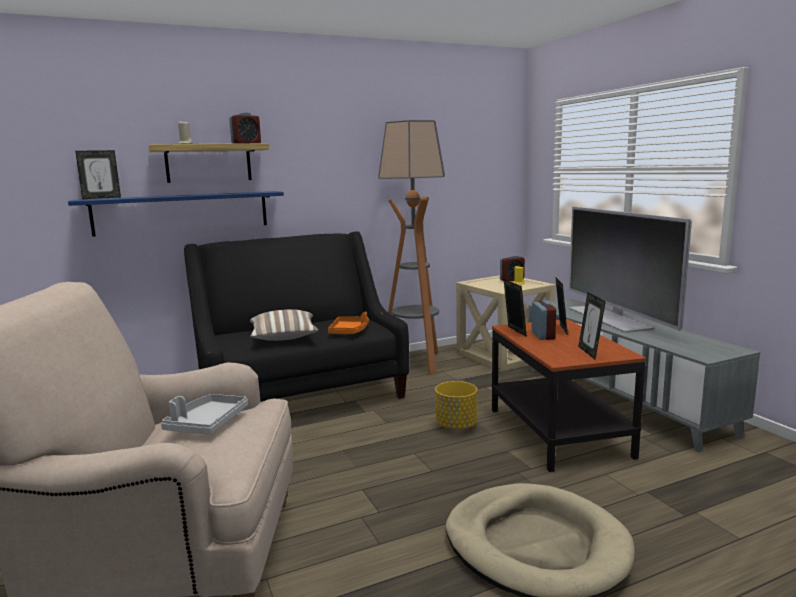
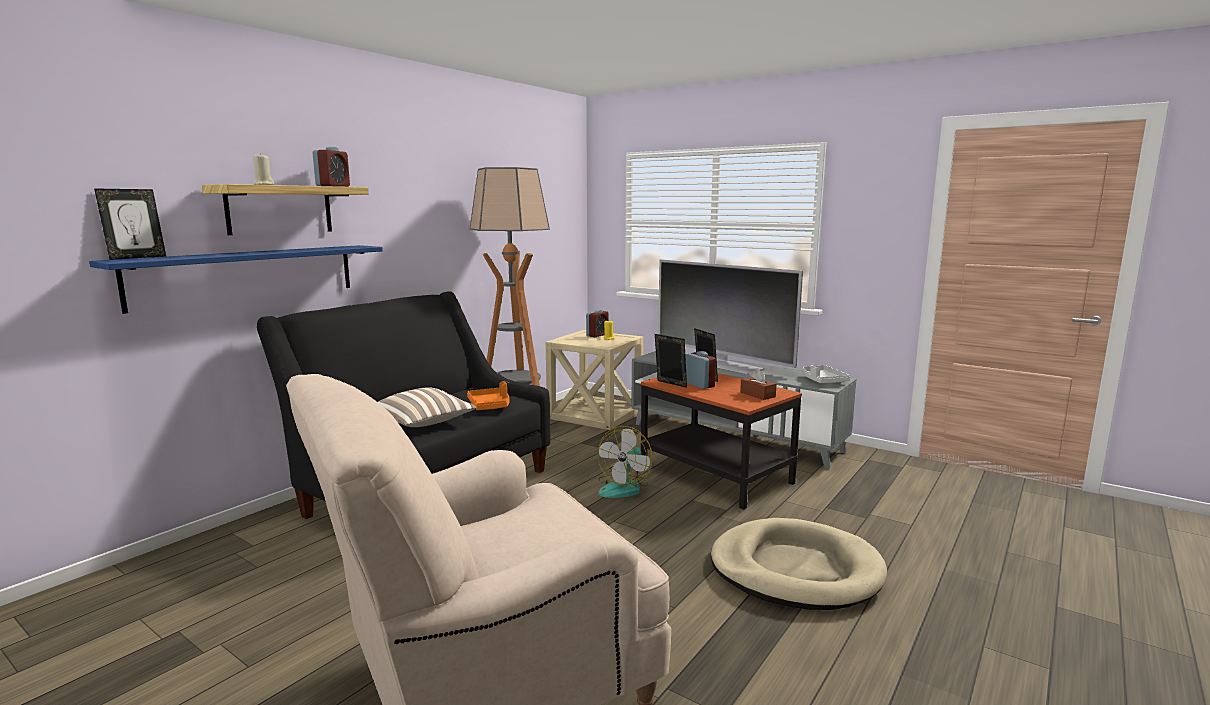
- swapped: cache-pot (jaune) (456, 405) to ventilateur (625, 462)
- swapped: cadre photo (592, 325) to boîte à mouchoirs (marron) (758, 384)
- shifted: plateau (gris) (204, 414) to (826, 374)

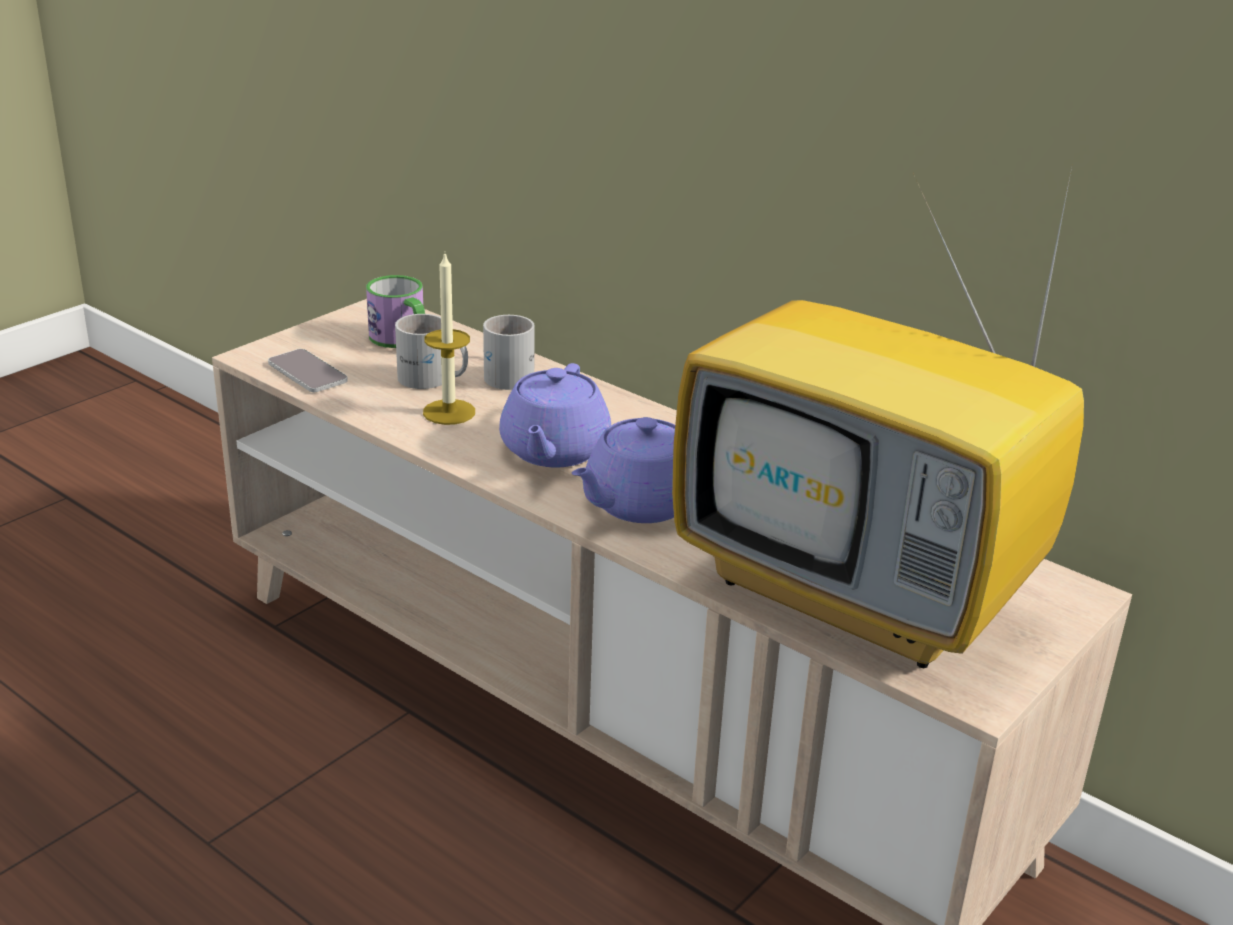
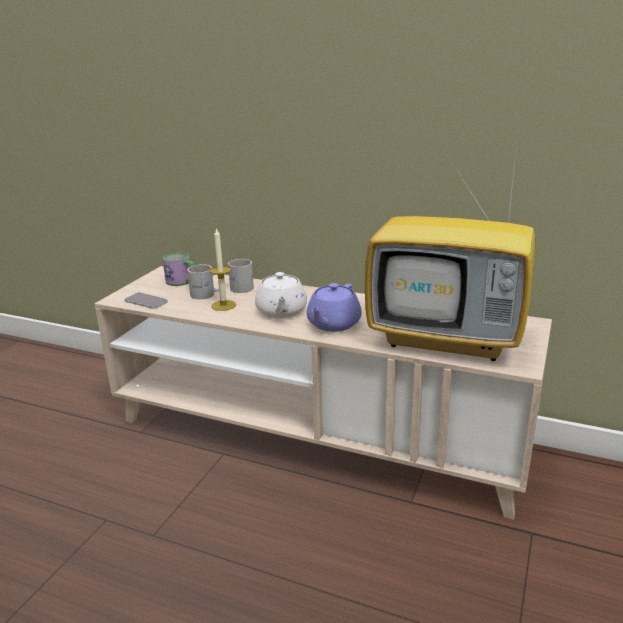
- repainted: théière (violet) (555, 415) to théière (blanc) (281, 295)

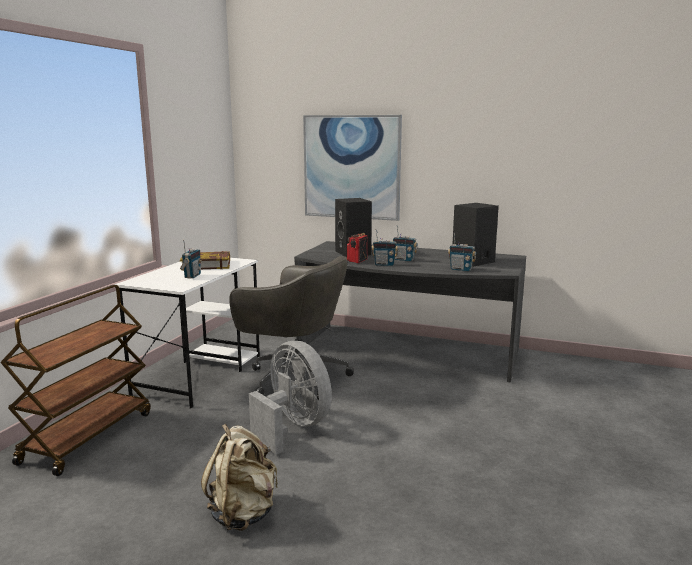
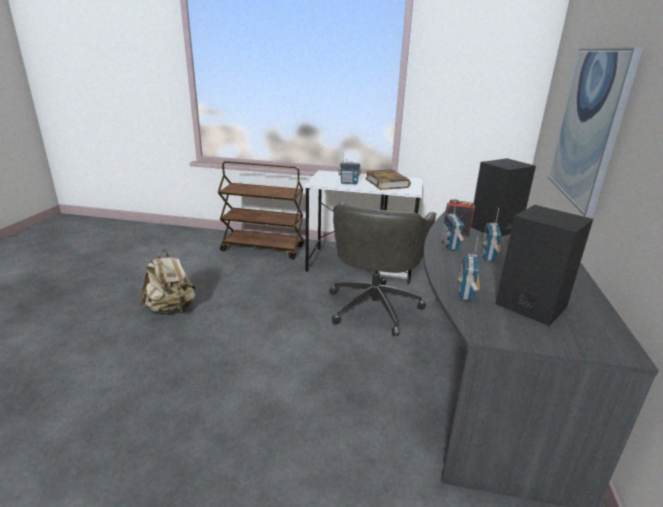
- gone: ventilateur (gris) (290, 398)

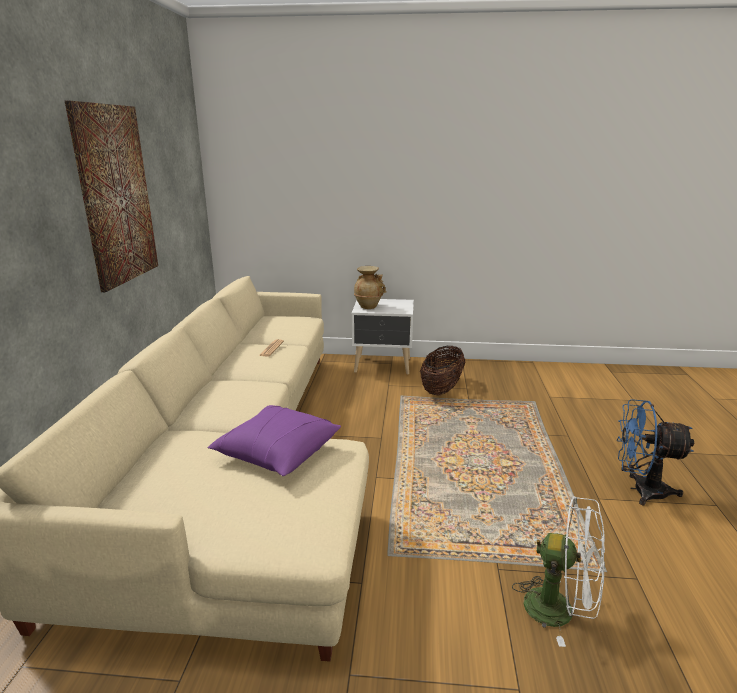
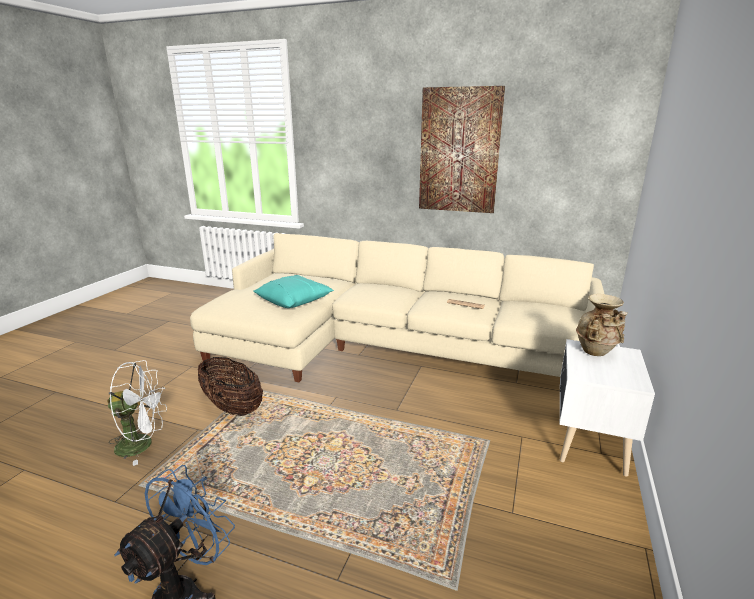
- rotated: ventilateur (blanc) (558, 571) = (137, 413) 135 degrees counterclockwise
- shifted: panier (442, 370) to (230, 386)
- repainted: coussin (violet) (274, 440) to coussin (turquoise) (293, 291)

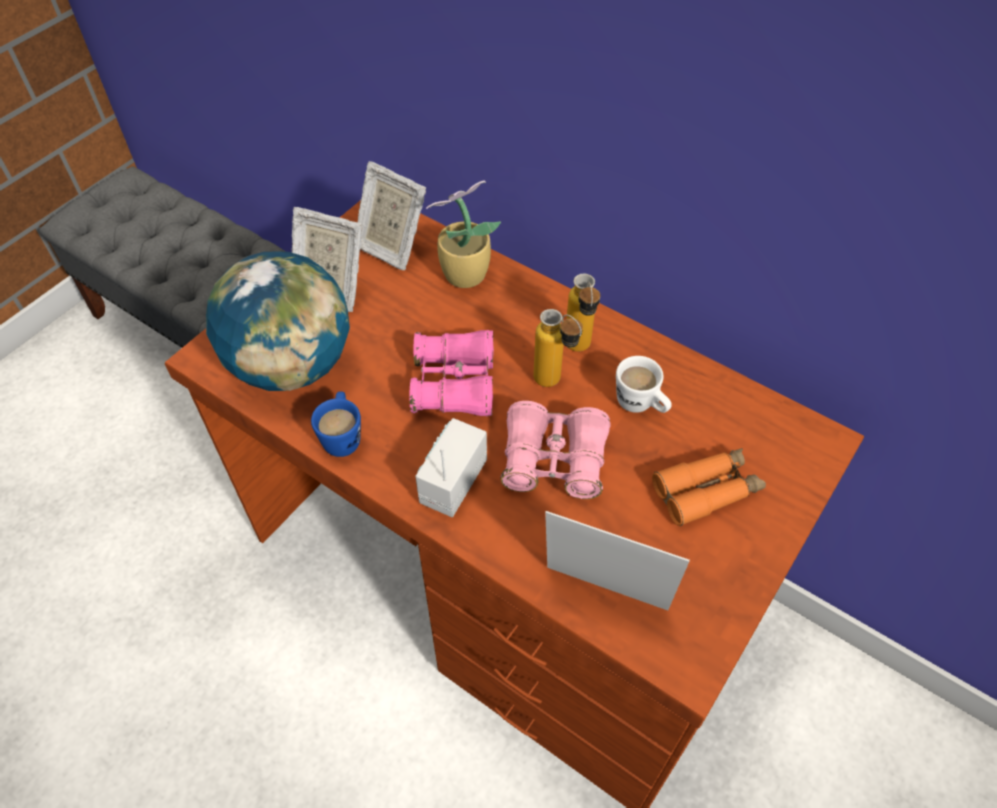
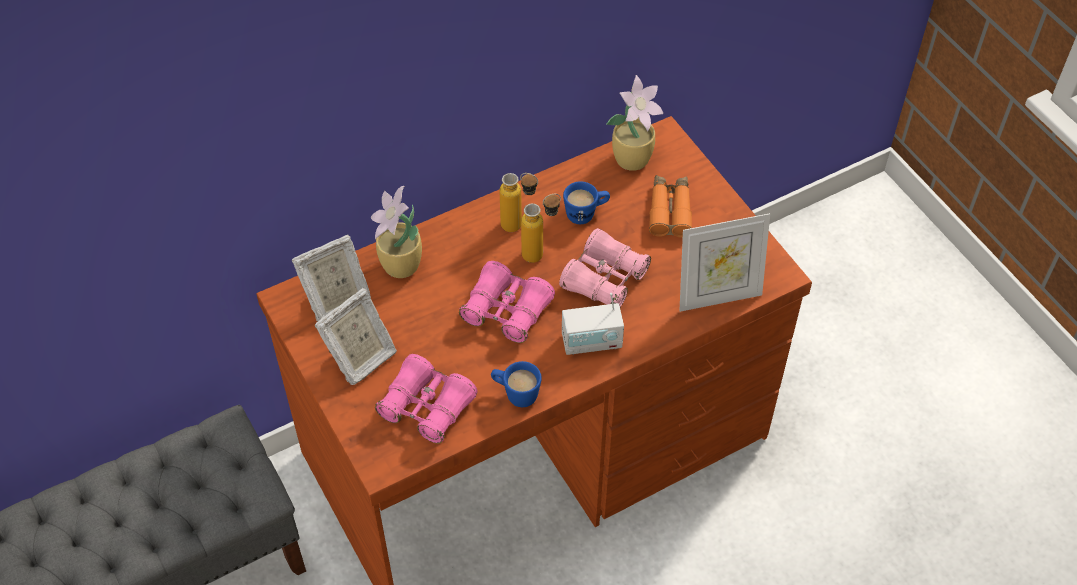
- swapped: globe (278, 321) to jumelles (rose) (426, 399)
- rotated: radio (451, 467) = (593, 324) 60 degrees counterclockwise
- repainted: mug (blanc) (644, 384) to mug (bleu) (586, 202)
- new: plante en pot (634, 123)
- rotated: cadre photo (617, 560) = (724, 262) 150 degrees counterclockwise

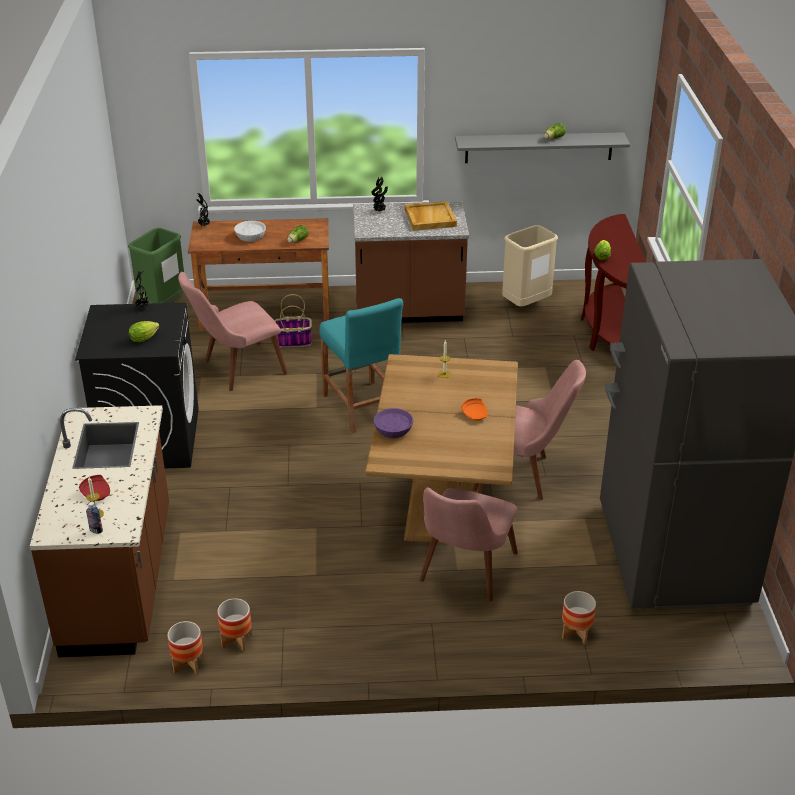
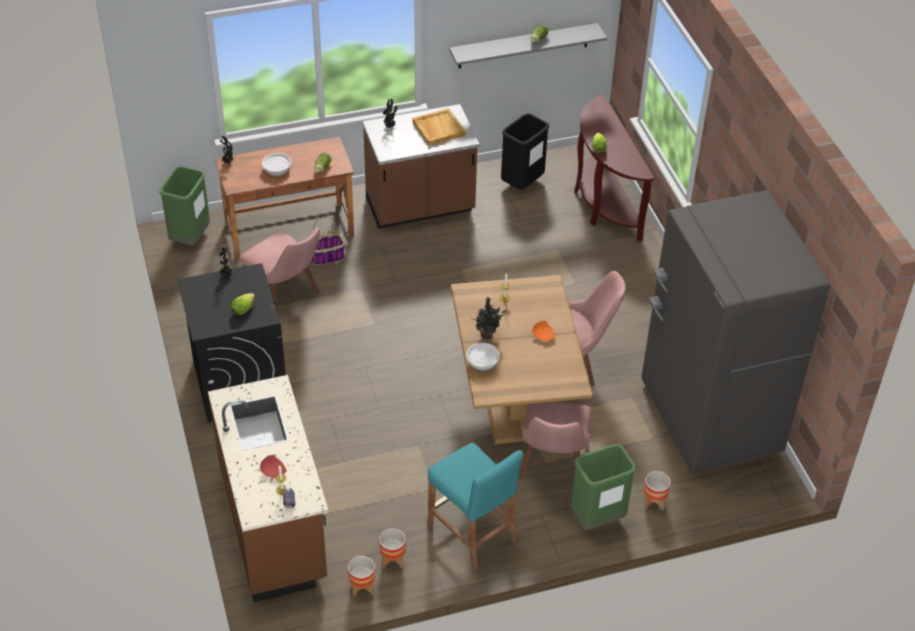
- rotated: chaise (rose) (233, 331) = (279, 270) 90 degrees counterclockwise
- shifted: tabouret (turquoise) (361, 365) to (476, 506)
- repainted: bol (violet) (393, 423) to bol (blanc) (483, 356)
- new: plante en pot (488, 318)
- repainted: poubelle (beige) (530, 266) to poubelle (noir) (525, 151)
- new: poubelle (vert) (603, 486)

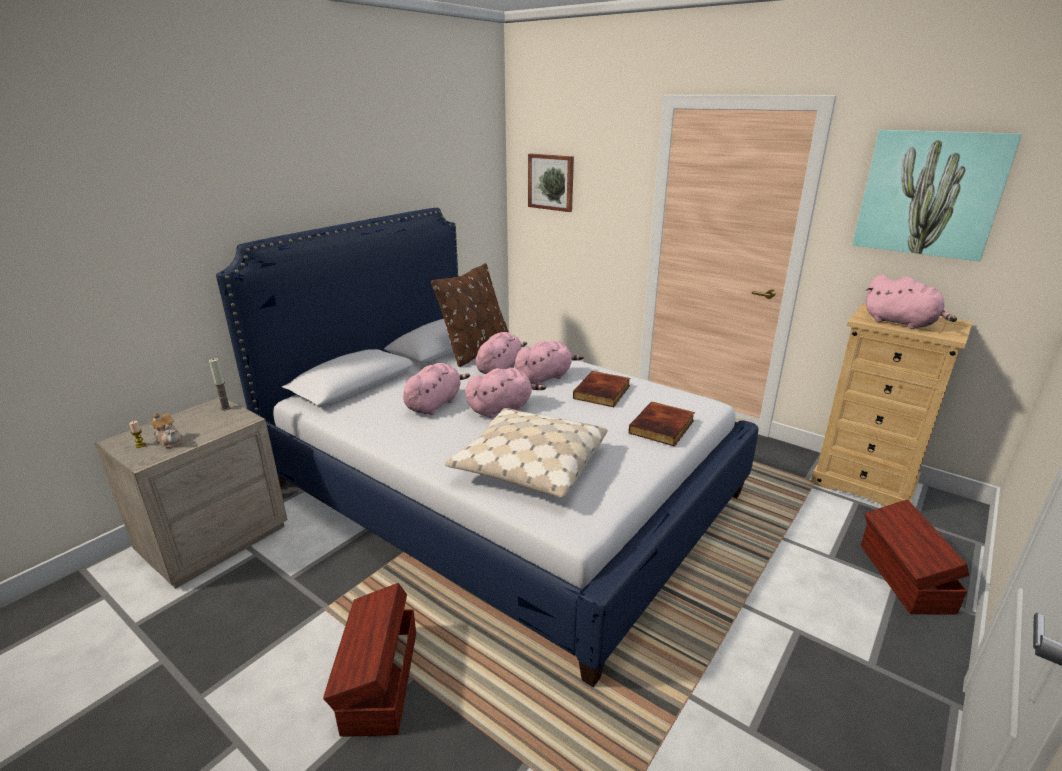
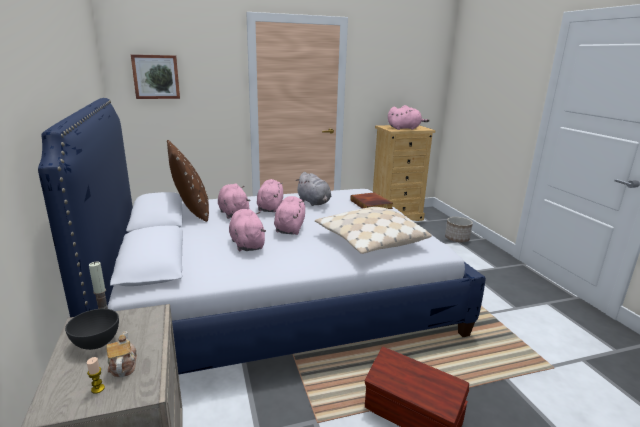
- new: bol (gris) (92, 329)
- rotated: théière (167, 430) = (121, 354) 90 degrees counterclockwise
- swapped: livre (601, 389) to peluche (gris) (313, 189)
- swapped: boîte de rangement (marron) (915, 556) to cache-pot (459, 229)
- gone: tableau (937, 195)

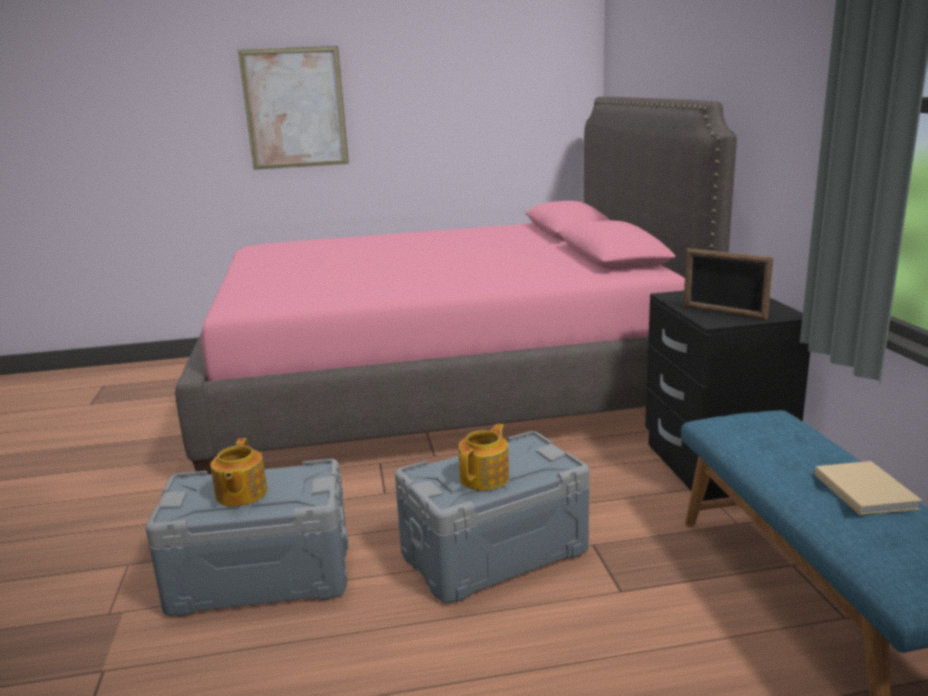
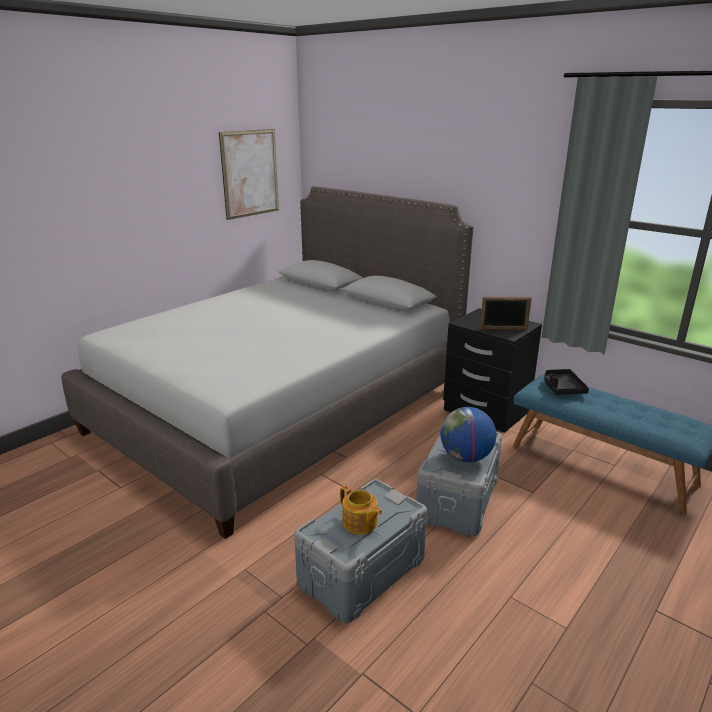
- repainted: lit (rose) (456, 286) to lit (gris) (267, 362)
- shifted: tableau (293, 108) to (249, 174)
- swapped: théière (483, 457) to globe (468, 434)
- new: plateau (noir) (566, 382)
- gone: livre (beige) (868, 488)

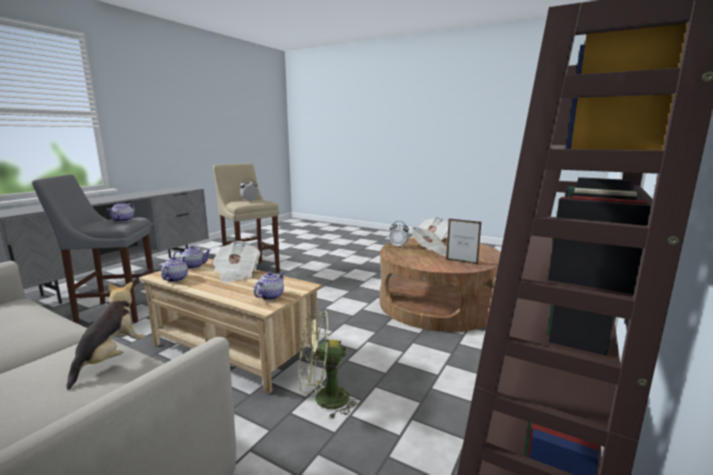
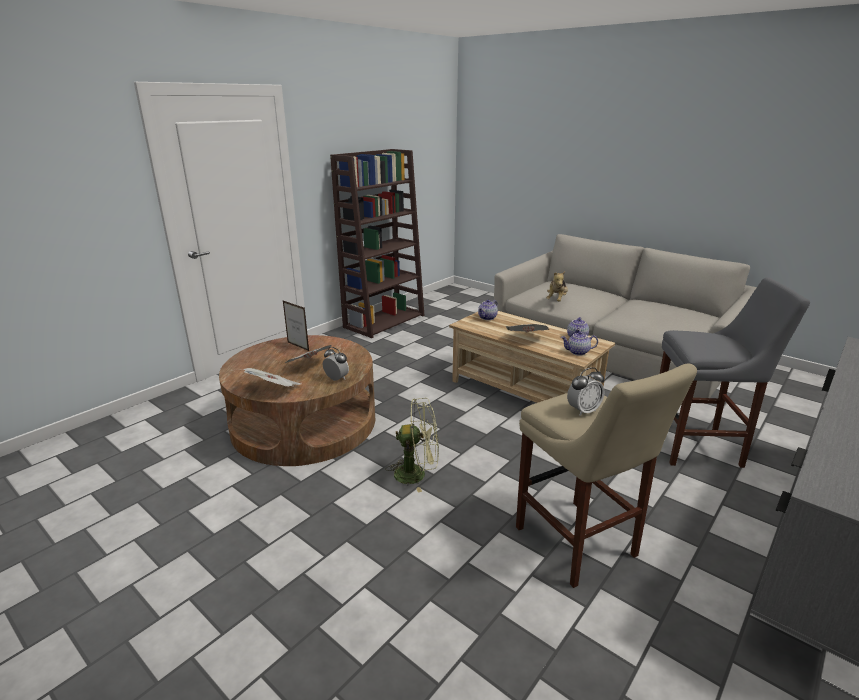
- shifted: ventilateur (vert) (330, 365) to (412, 445)
- gone: théière (121, 211)

